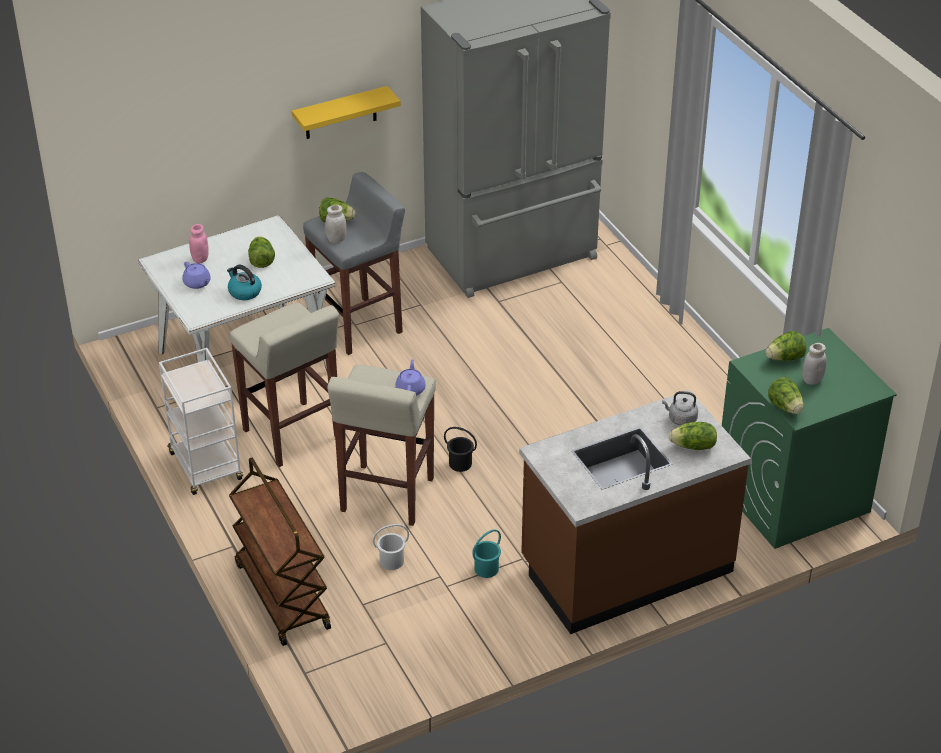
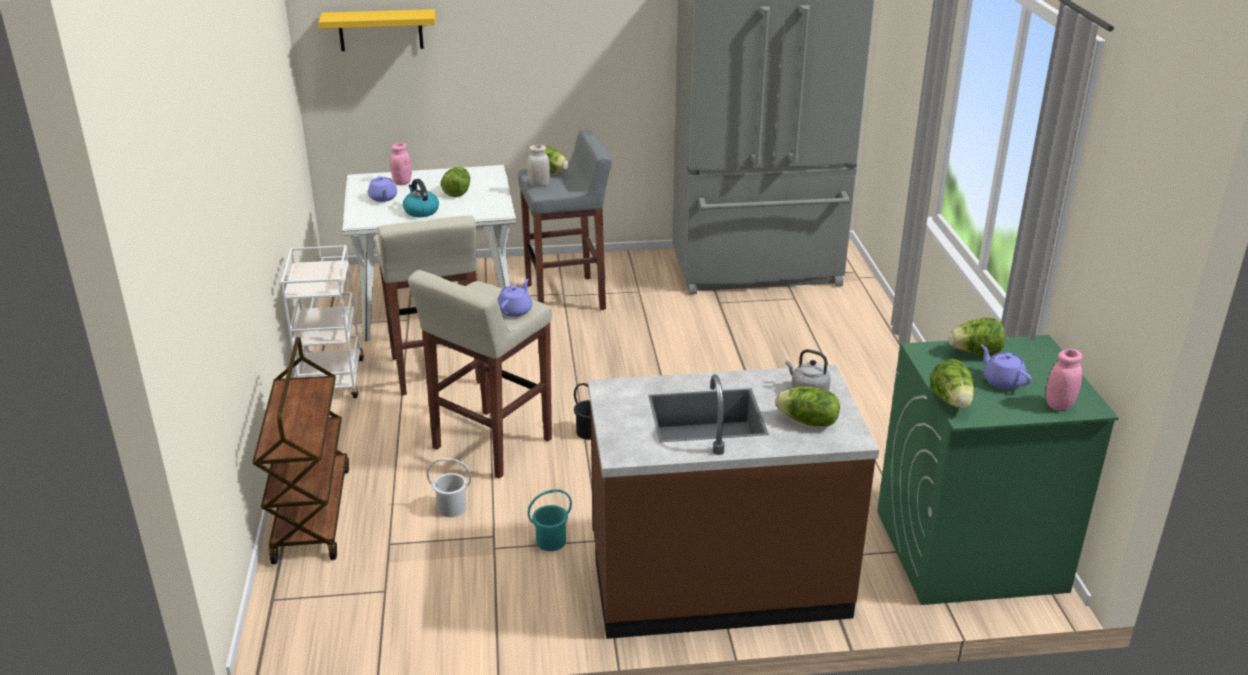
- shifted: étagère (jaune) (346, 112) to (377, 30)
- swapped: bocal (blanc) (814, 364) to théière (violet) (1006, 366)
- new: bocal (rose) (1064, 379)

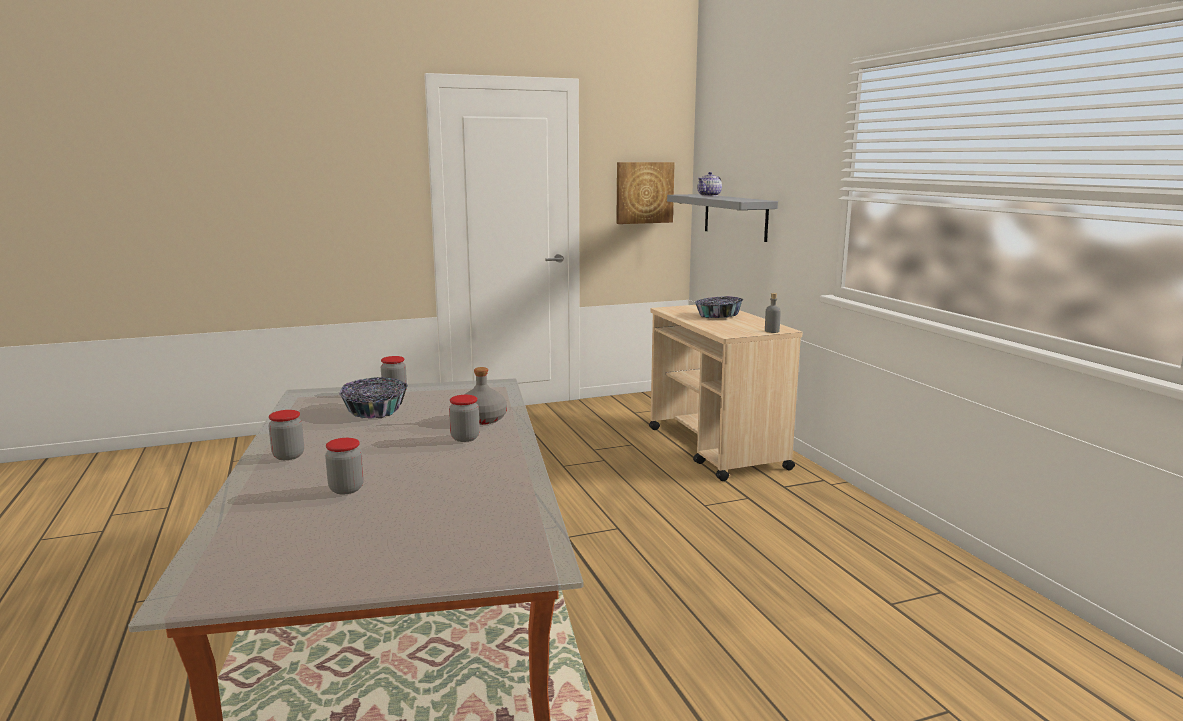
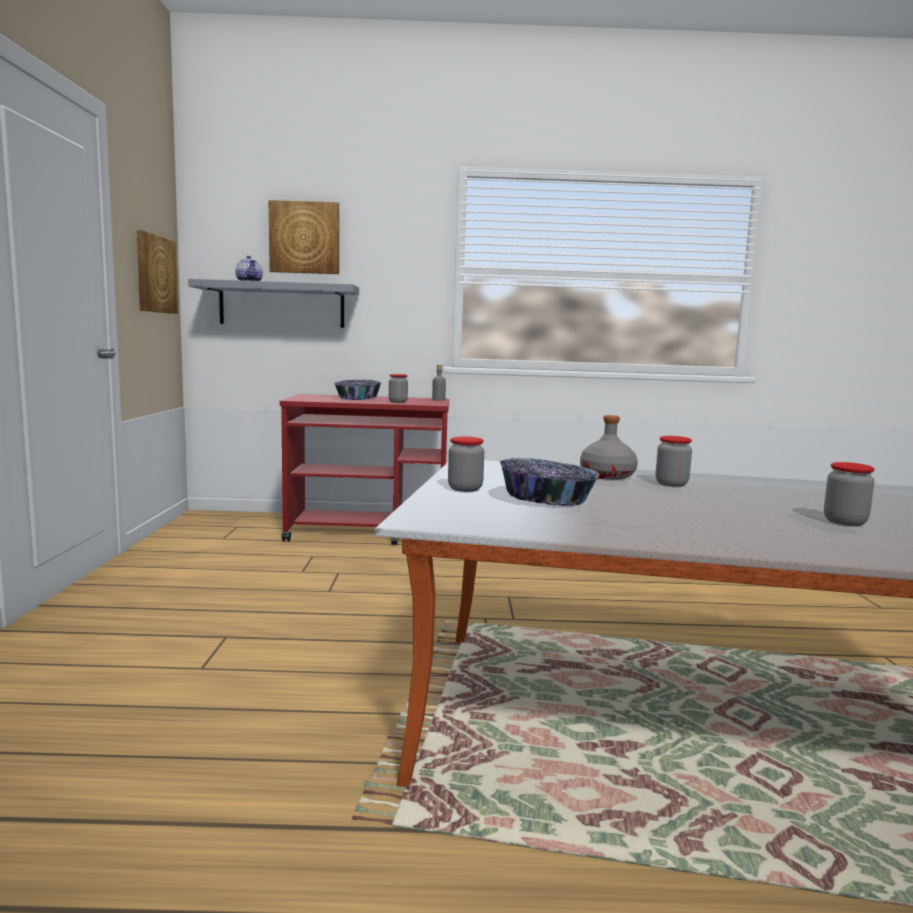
- new: tableau (303, 237)
- repainted: chariot (beige) (726, 393) to chariot (rouge) (364, 469)
- shifted: bocal (286, 435) to (398, 388)

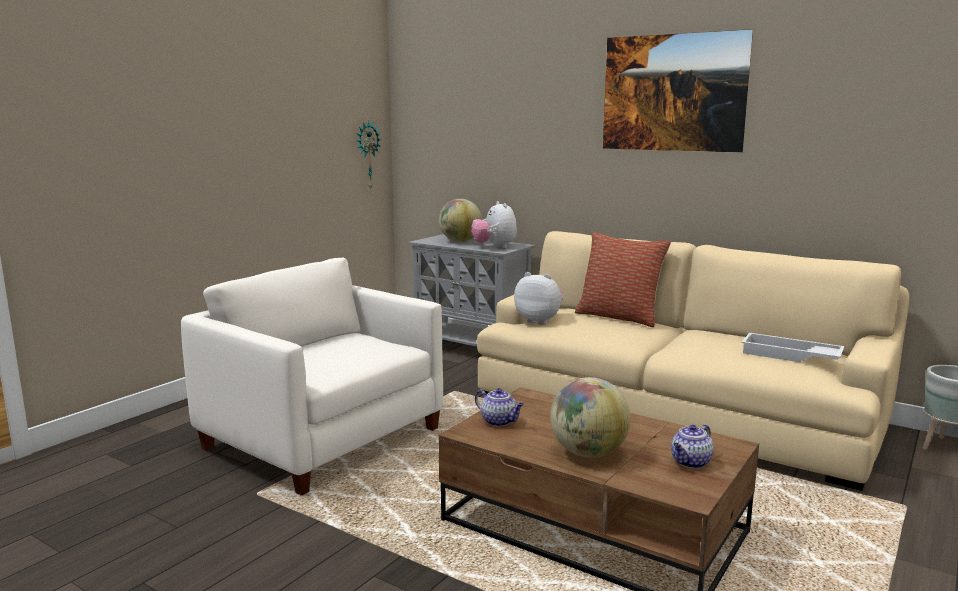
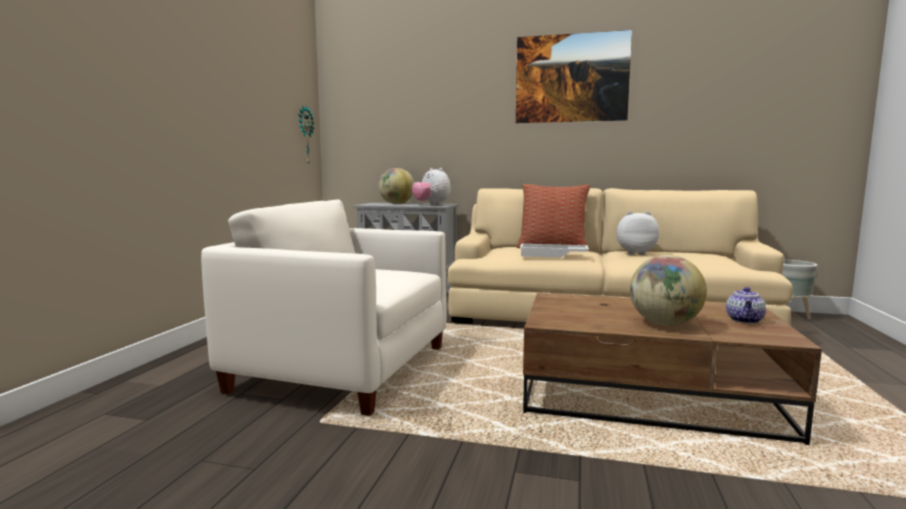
- shifted: plateau (blanc) (793, 348) to (554, 251)
- shifted: peluche (538, 298) to (638, 233)
- gone: théière (499, 407)

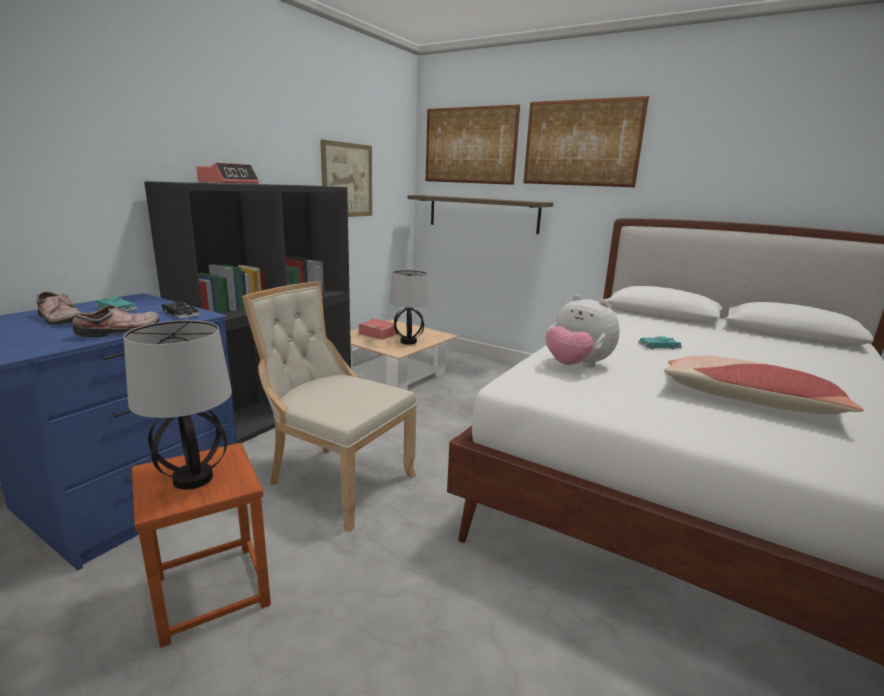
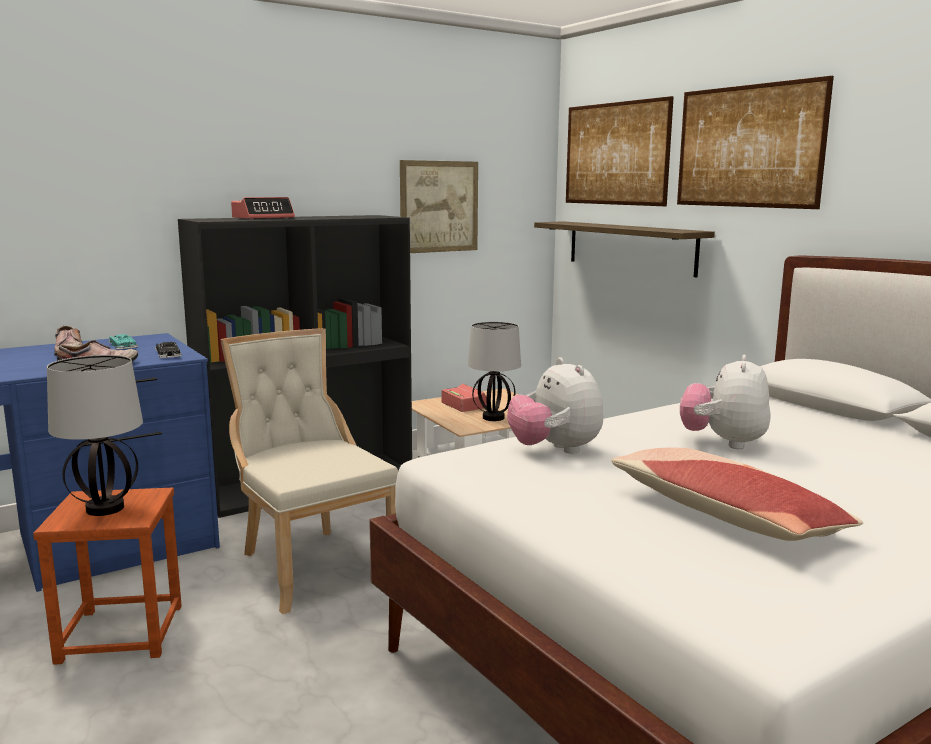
- swapped: petite voiture (turquoise) (660, 342) to peluche (725, 402)

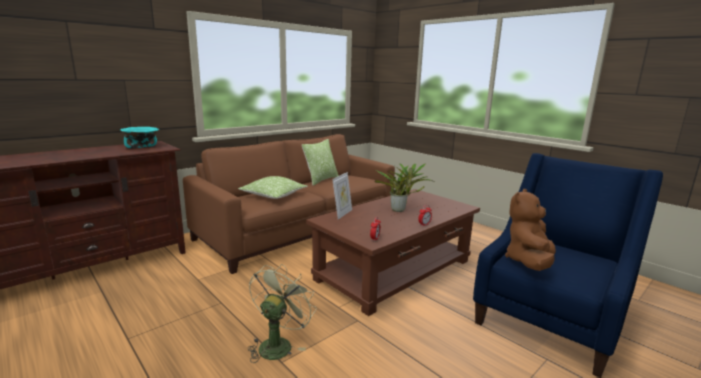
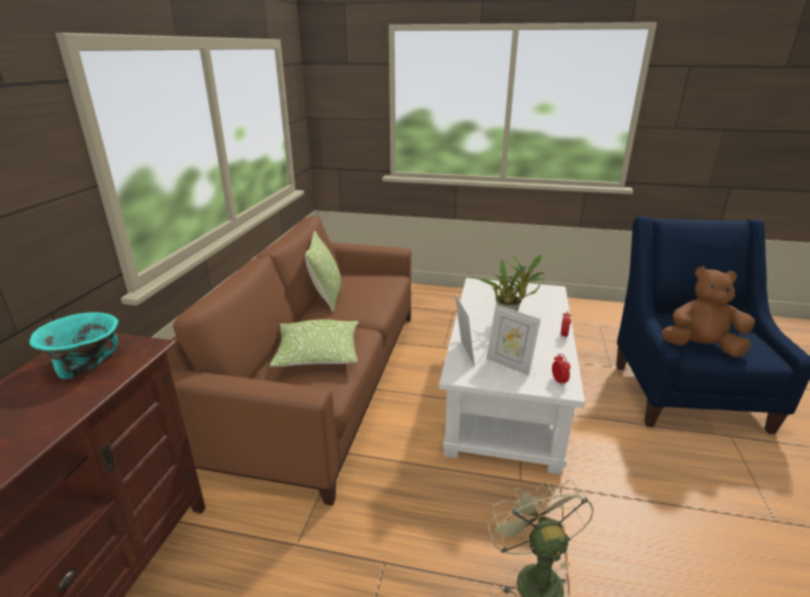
- repainted: table basse (marron) (393, 252) to table basse (blanc) (512, 376)
- new: cadre photo (513, 340)
- rotated: peluche (marron) (530, 230) = (708, 312) 105 degrees clockwise

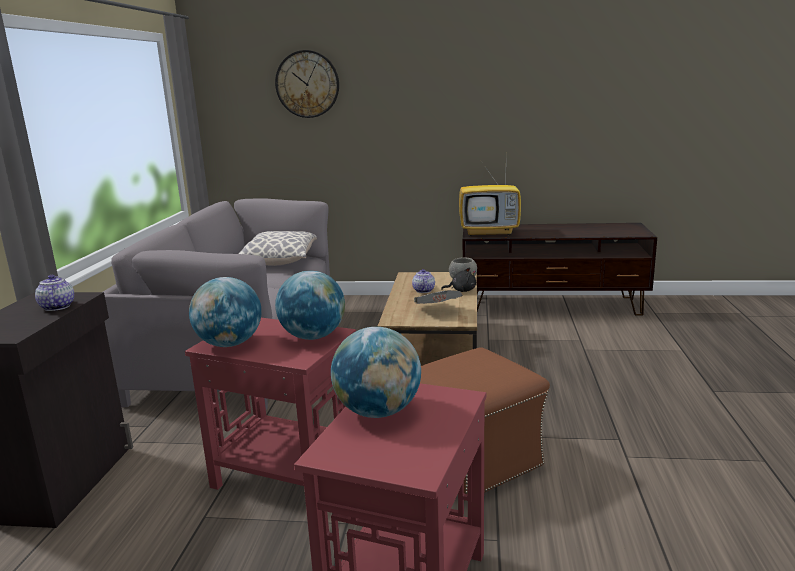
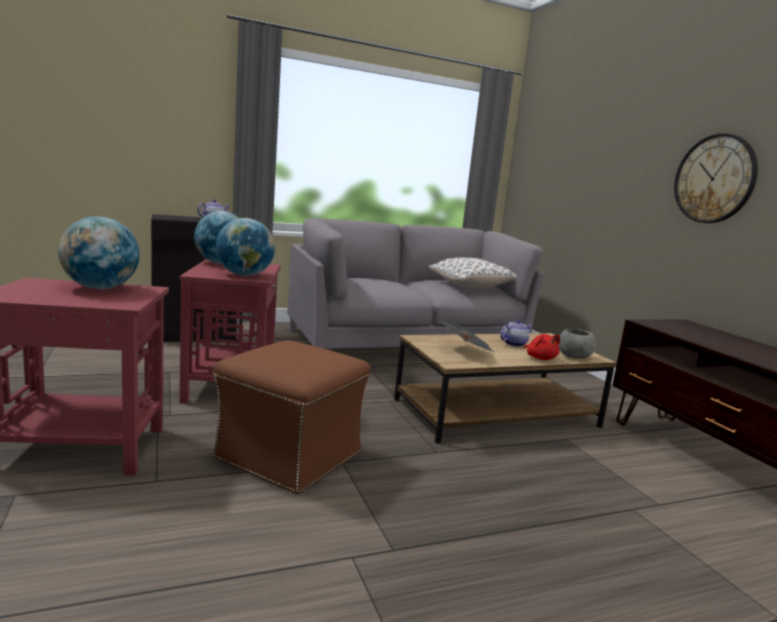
- repainted: peluche (noir) (458, 279) to peluche (rouge) (542, 347)
- shifted: horloge murale (307, 84) to (716, 178)
- gone: téléviseur (490, 200)

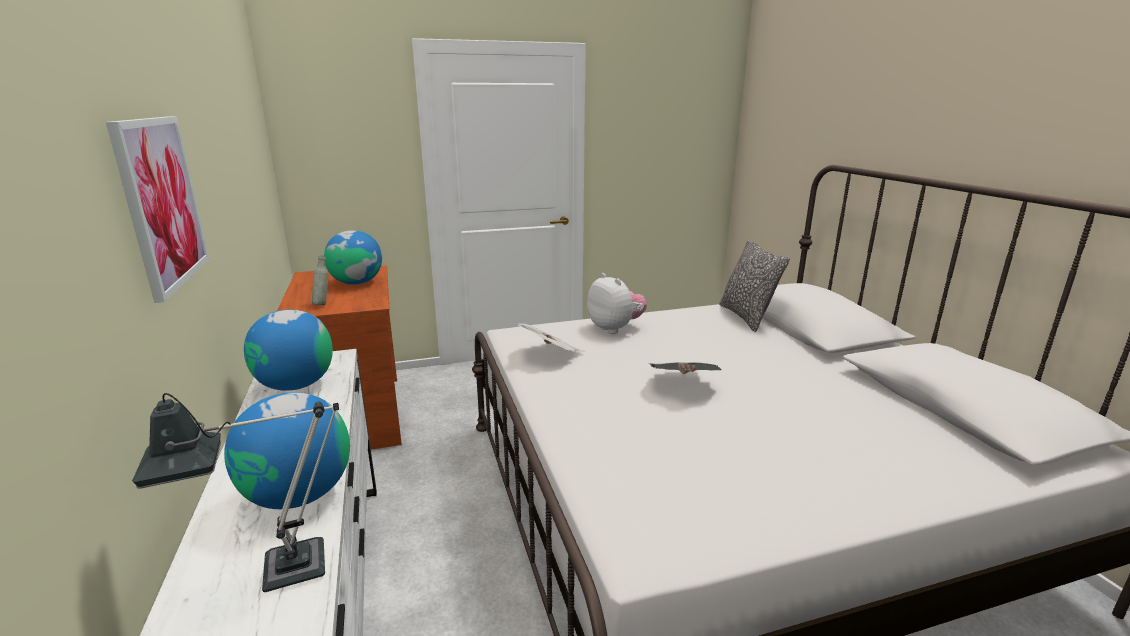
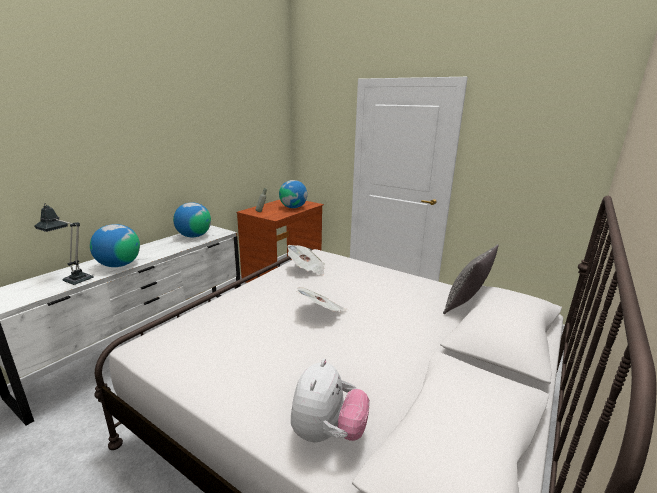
- shifted: peluche (617, 303) to (330, 400)
- gone: tableau (157, 209)

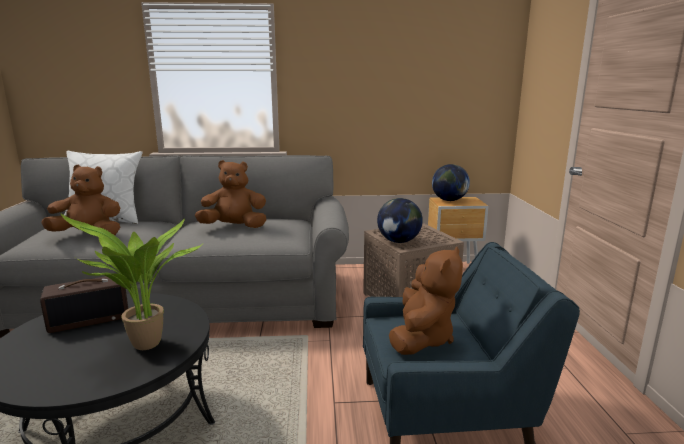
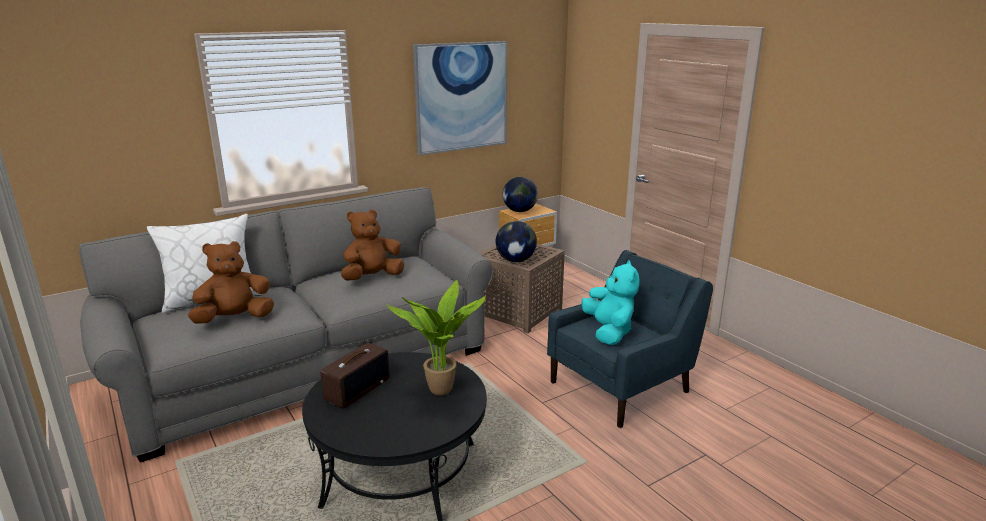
- new: tableau (460, 98)
- repainted: peluche (marron) (426, 301) to peluche (turquoise) (610, 302)

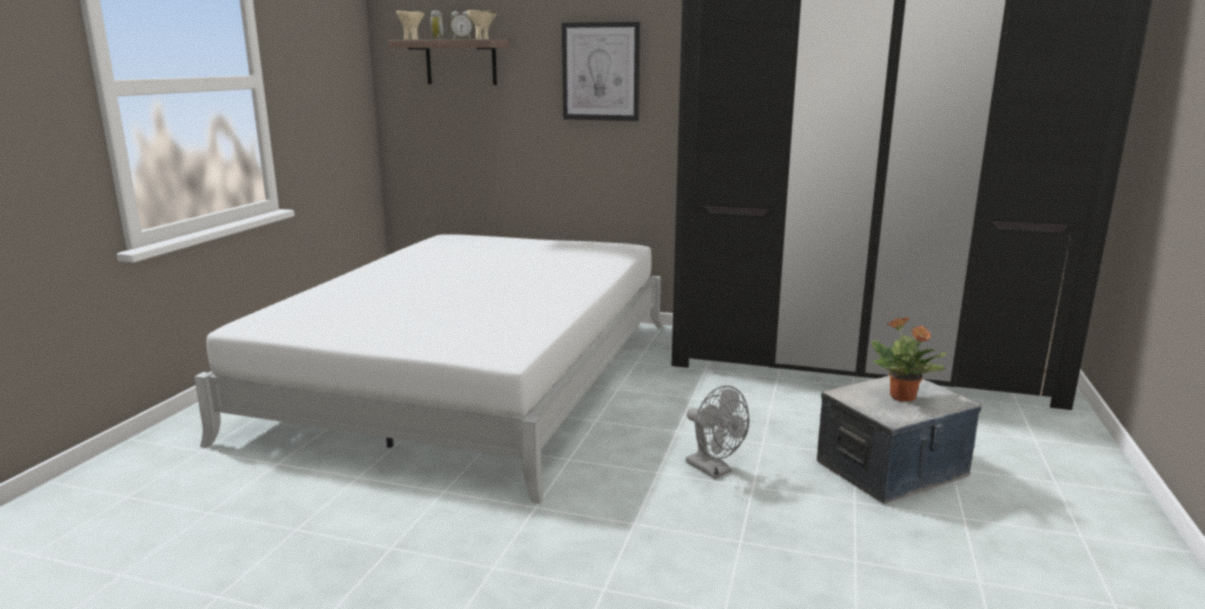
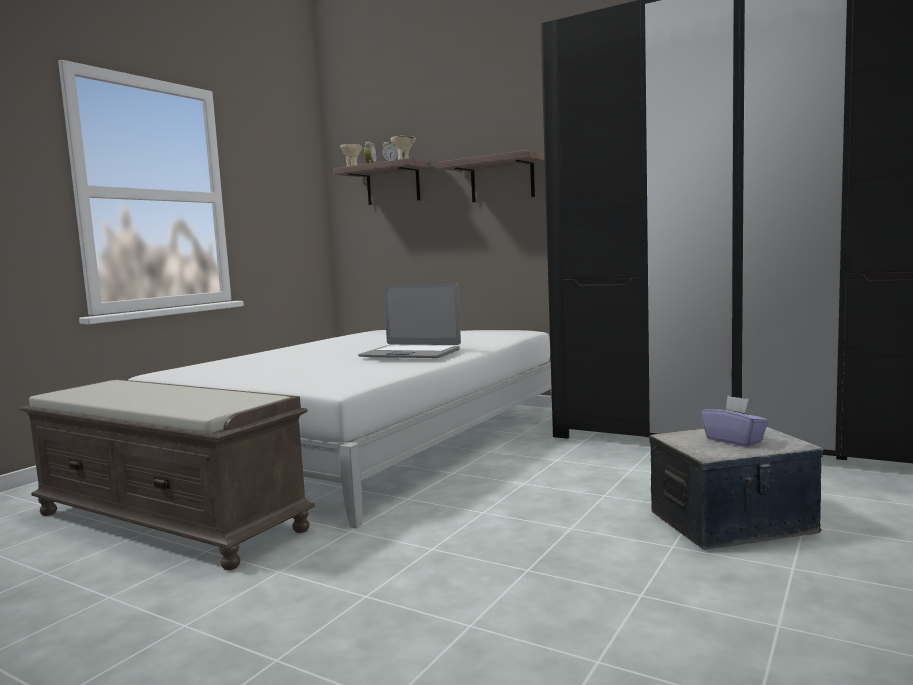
- new: banc (marron) (167, 474)
- new: ordinateur portable (409, 320)
- swapped: tableau (601, 71) to étagère (491, 176)
- swapped: plante en pot (909, 359) to boîte à mouchoirs (violet) (735, 421)
- gone: ventilateur (gris) (718, 432)

